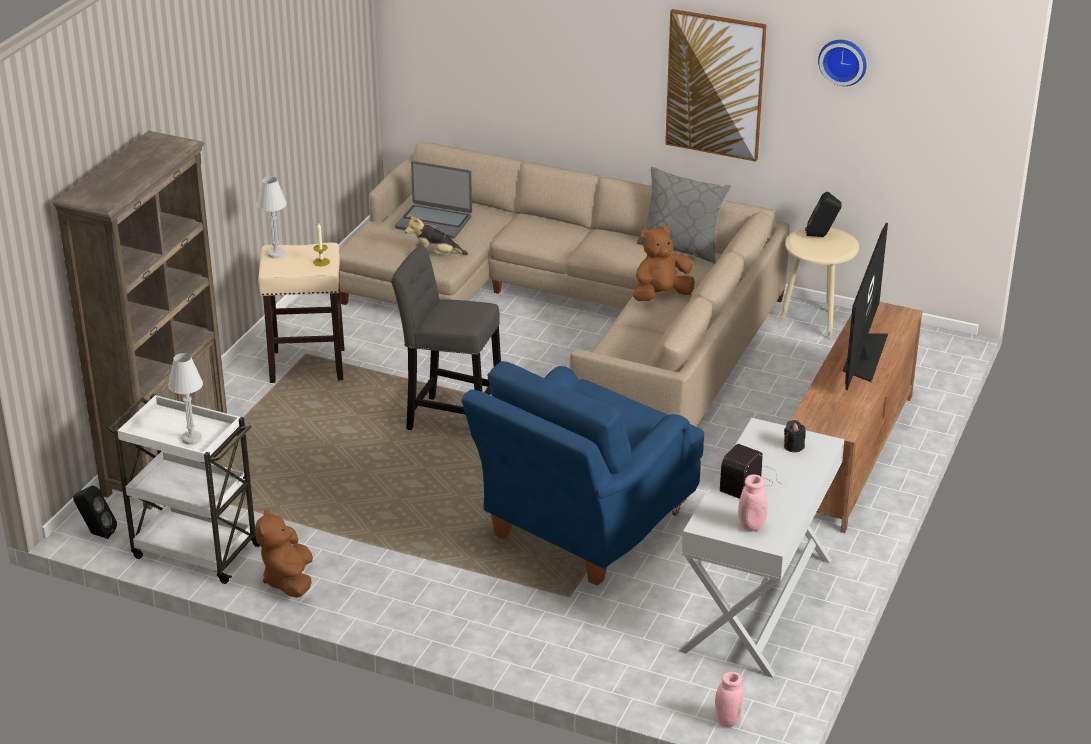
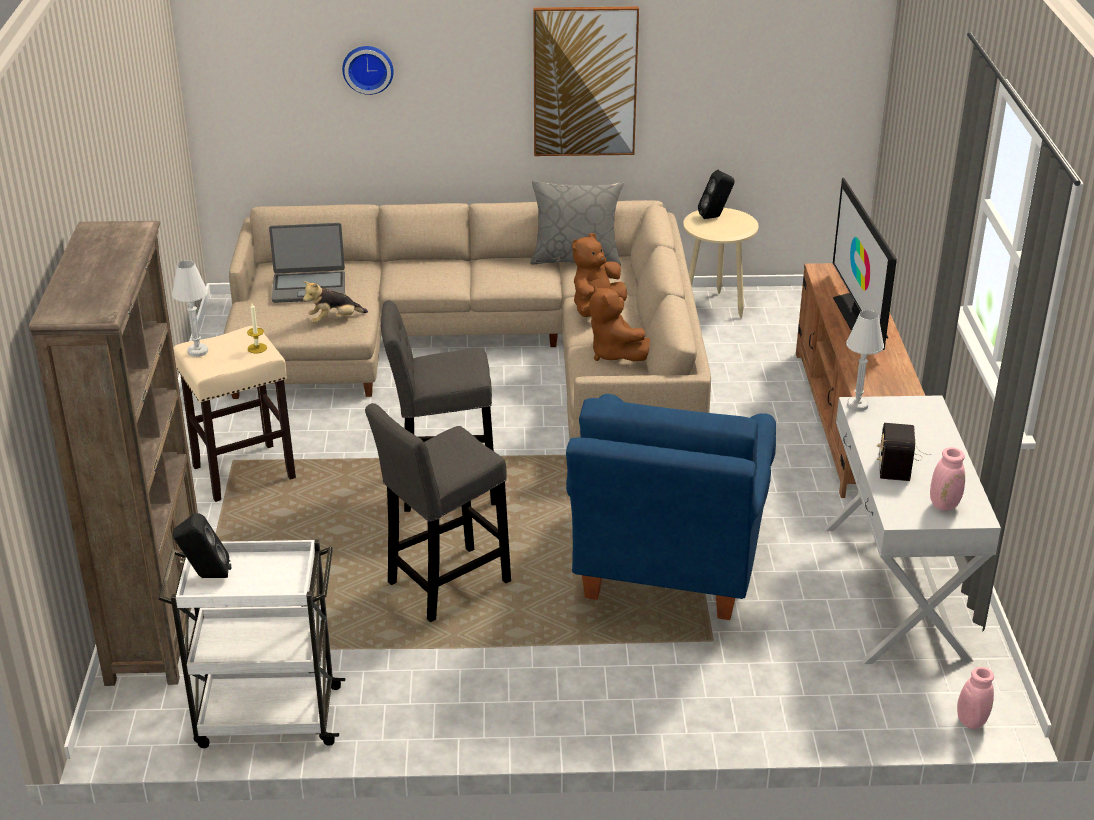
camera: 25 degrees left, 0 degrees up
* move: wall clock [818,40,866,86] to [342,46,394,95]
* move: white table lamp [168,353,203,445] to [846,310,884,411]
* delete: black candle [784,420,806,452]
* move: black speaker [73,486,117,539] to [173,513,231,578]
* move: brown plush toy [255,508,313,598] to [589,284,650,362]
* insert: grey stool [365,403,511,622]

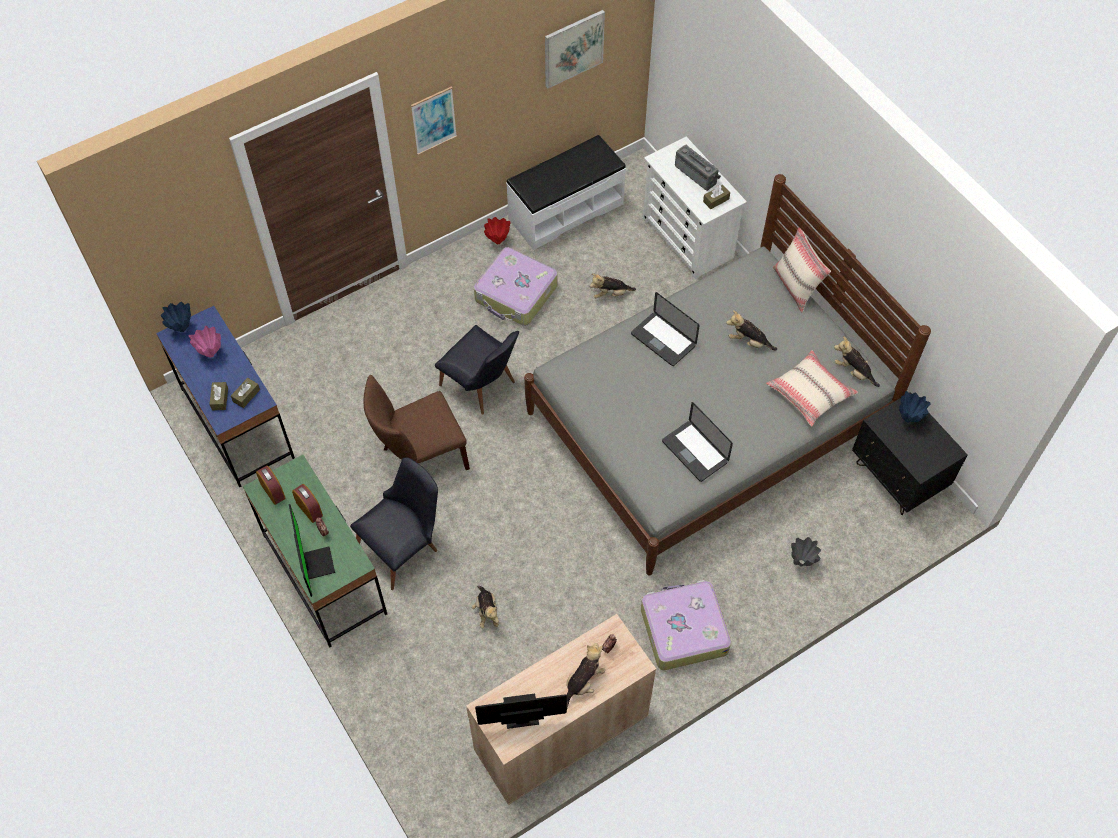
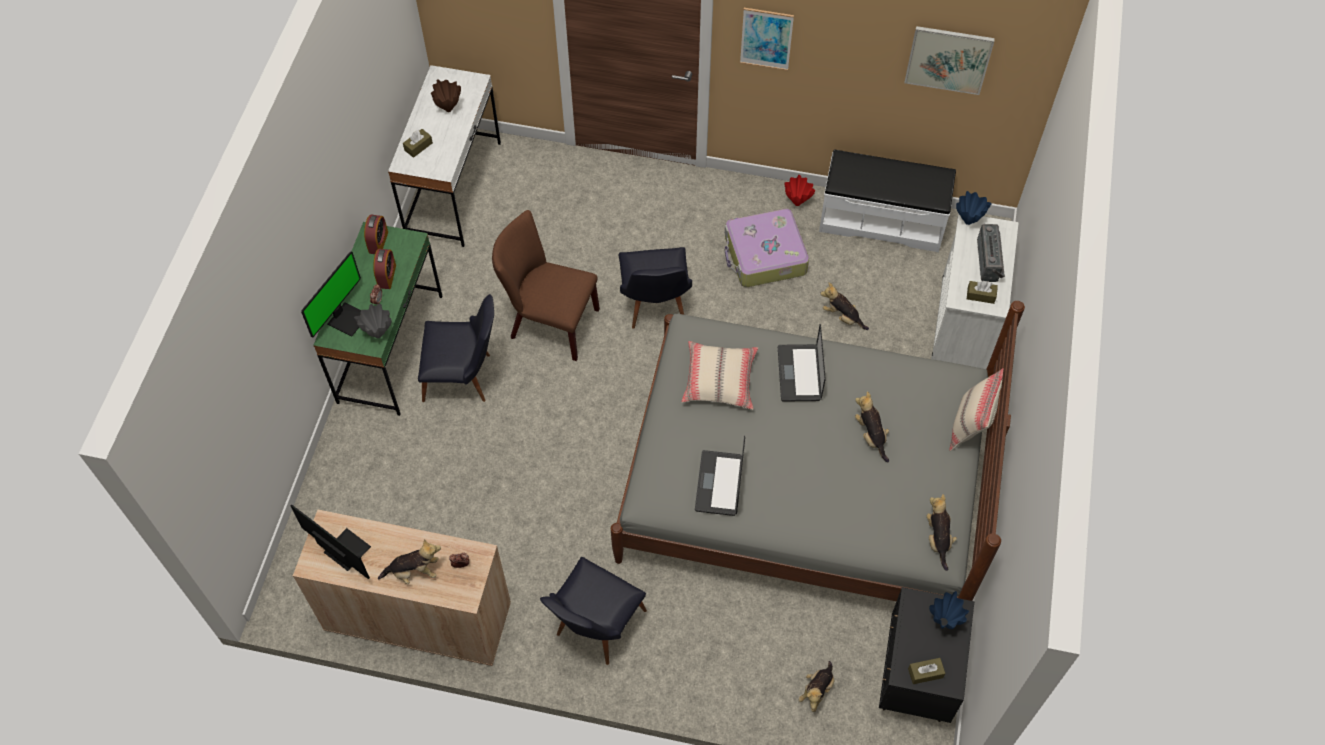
camera: 45 degrees right, 0 degrees up
* move: blue vase [161,302,191,332] to [956,191,992,225]
* recolor: blue desk [156,306,295,487] to white desk [388,65,501,247]
* recolor: pink vase [189,326,221,357] to brown vase [431,79,461,112]
* move: beige pillow [766,350,858,427] to [682,341,758,410]
* move: brown tissue box [231,378,260,408] to [908,658,945,684]
* move: grey vase [791,537,821,567] to [354,304,391,338]
* replace: suitcase [641,580,731,670] to black chair [540,557,647,665]
* move: plush toy [472,586,499,628] to [798,661,834,712]

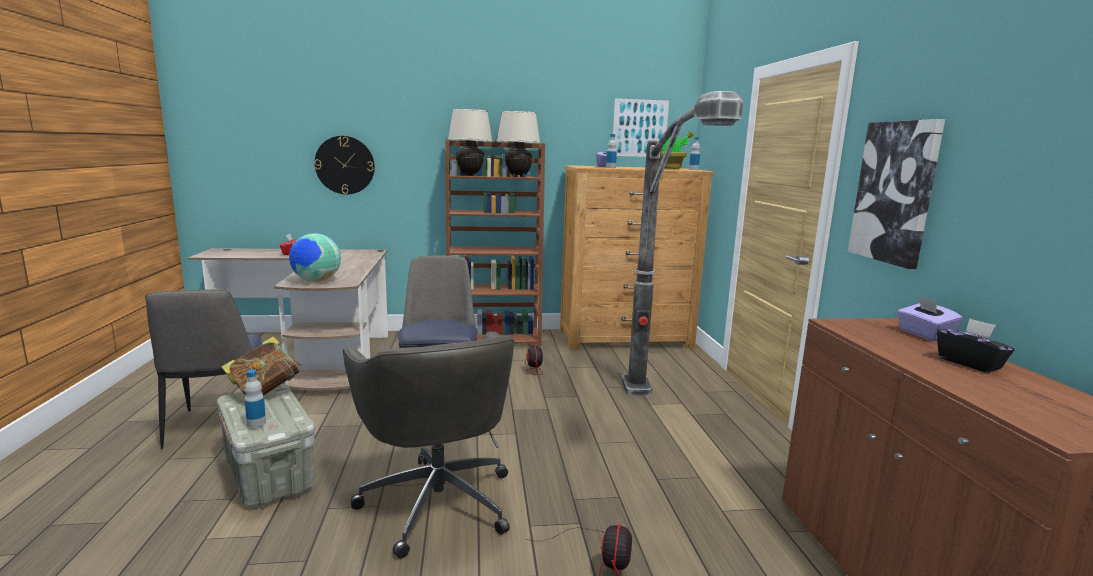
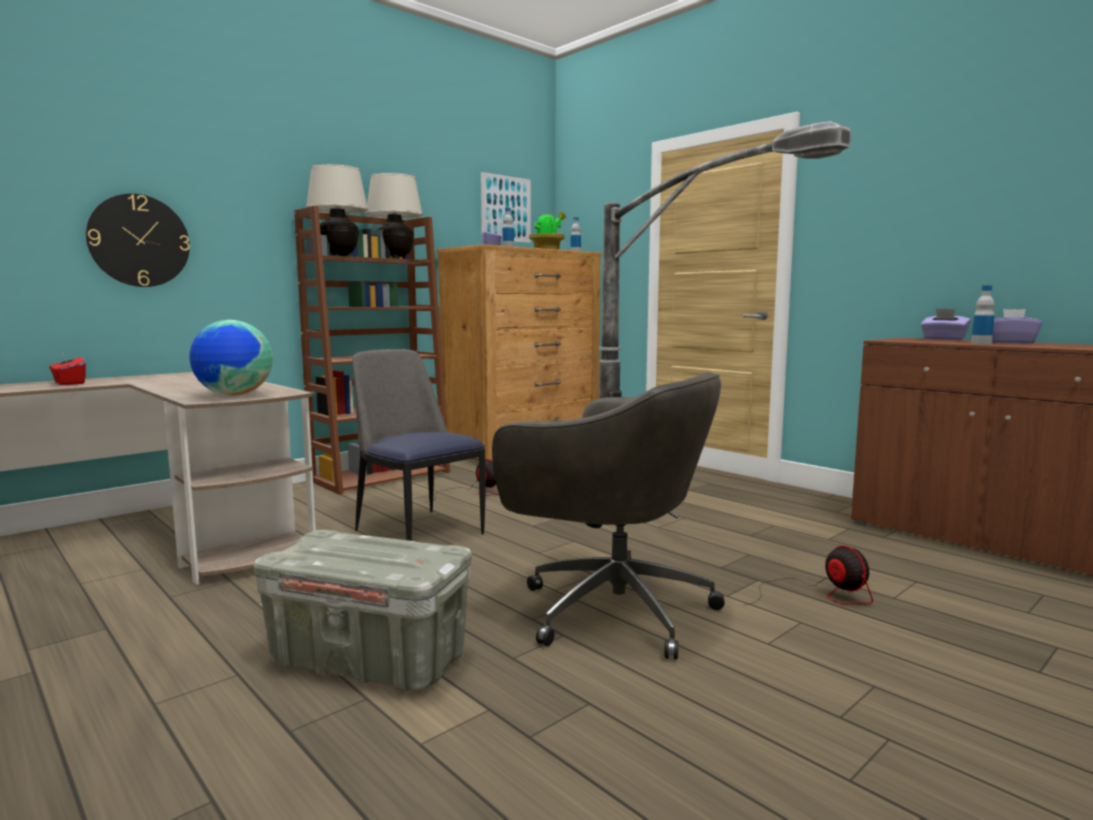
camera: 35 degrees left, 5 degrees down
* delete: picture [848,119,945,269]
* delete: chair [145,289,262,449]
* recolor: black tissue box [937,318,1015,373] to purple tissue box [992,309,1042,344]
* delete: book [222,336,302,396]
* move: bottle [244,369,266,428] to [971,285,995,345]

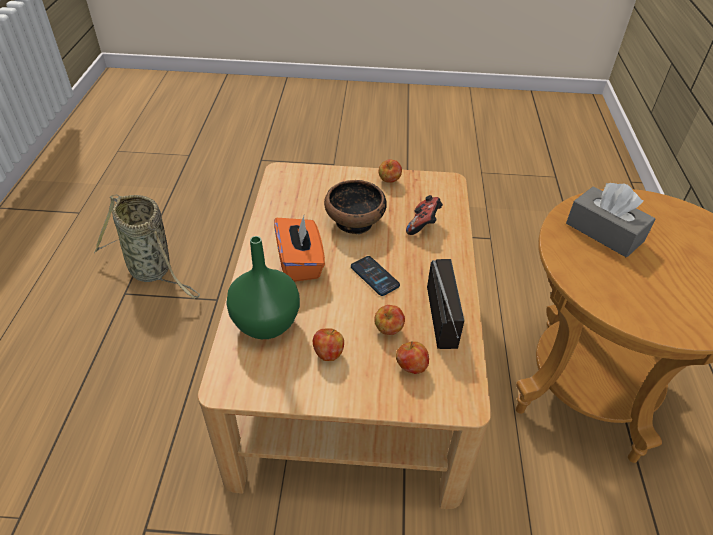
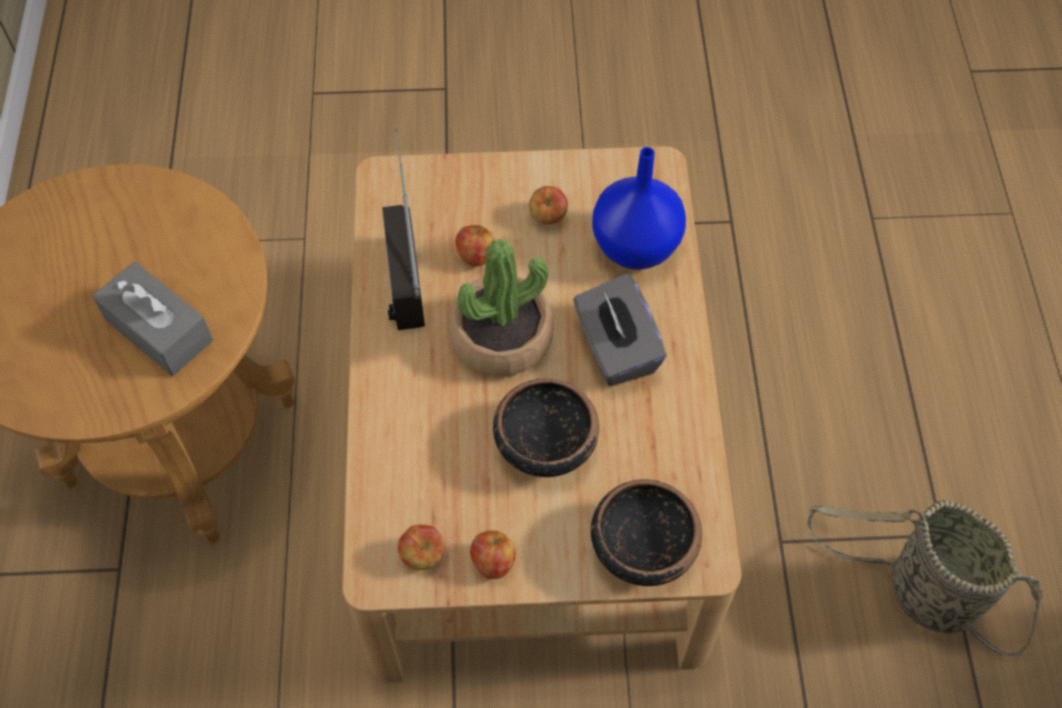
camera: 175 degrees right, 15 degrees up
* delete: game controller [406,195,443,235]
* recolor: orange tissue box [274,216,325,282] to grey tissue box [573,274,667,386]
* recolor: green vase [226,236,300,339] to blue vase [592,147,686,270]
* replace: phone [351,256,400,296] to potted plant [448,239,554,376]
* move: apple [396,341,429,374] to [398,525,445,570]
* insert: bowl [591,479,702,586]

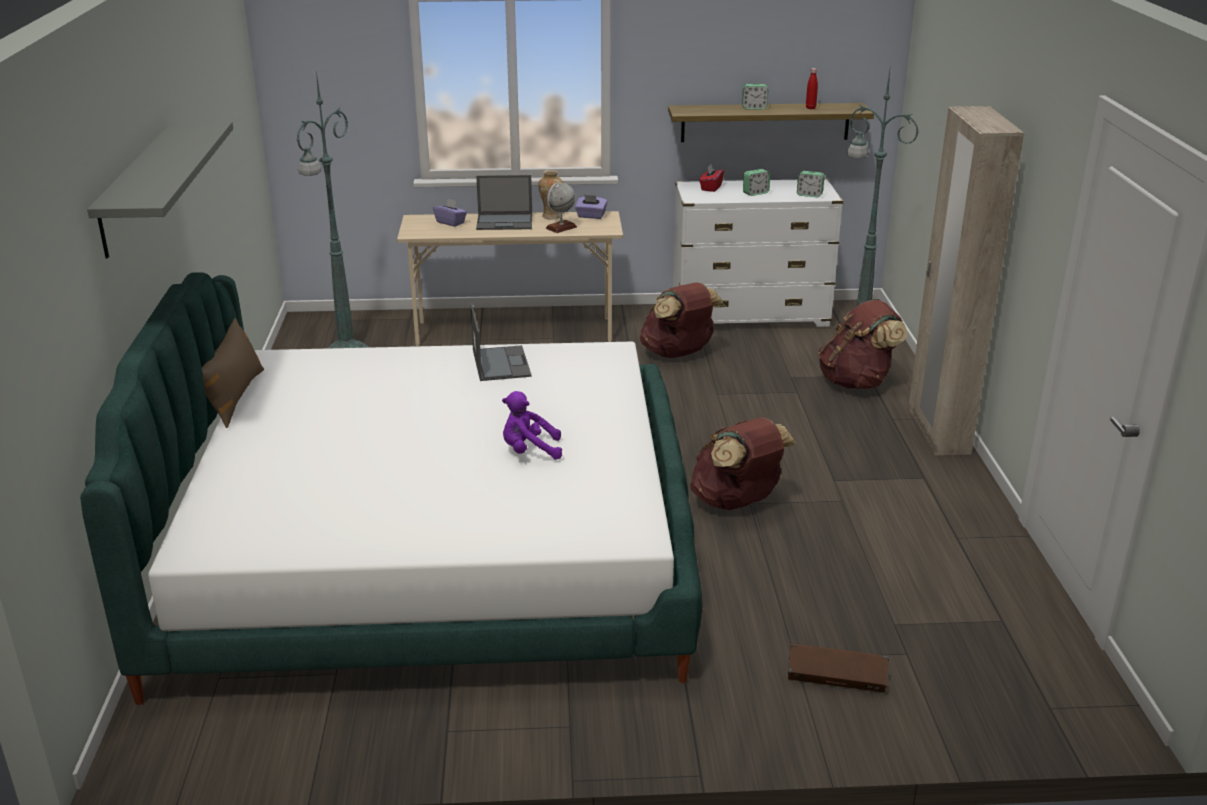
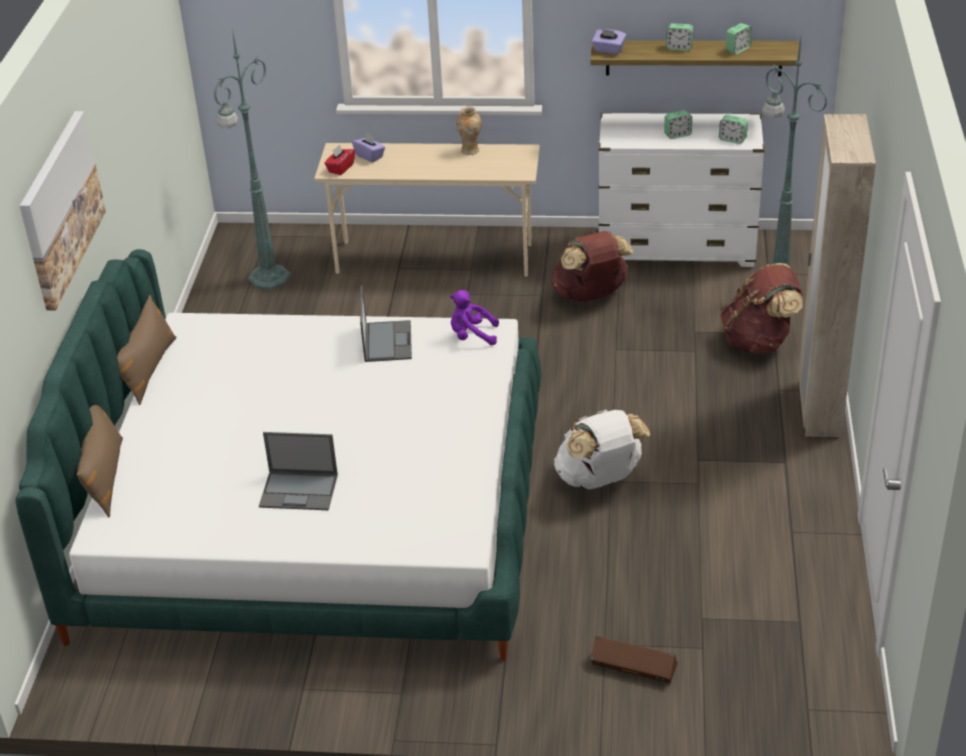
camera: 10 degrees right, 10 degrees up
* replace: red bottle [806,68,818,109] to alarm clock [726,23,752,54]
* replace: grey shelf [87,121,233,259] to picture [20,111,106,310]
* move: red tissue box [699,164,724,192] to [324,145,355,175]
* move: laptop [476,175,532,230] to [259,432,338,510]
* delete: globe [546,183,577,233]
* move: purple tissue box [575,195,607,219] to [592,29,626,54]
* move: purple plush toy [502,391,562,460] to [450,290,499,345]
* recolor: brown backpack [690,417,797,510] to white backpack [554,410,650,489]
* insert: brown pillow [77,405,123,517]

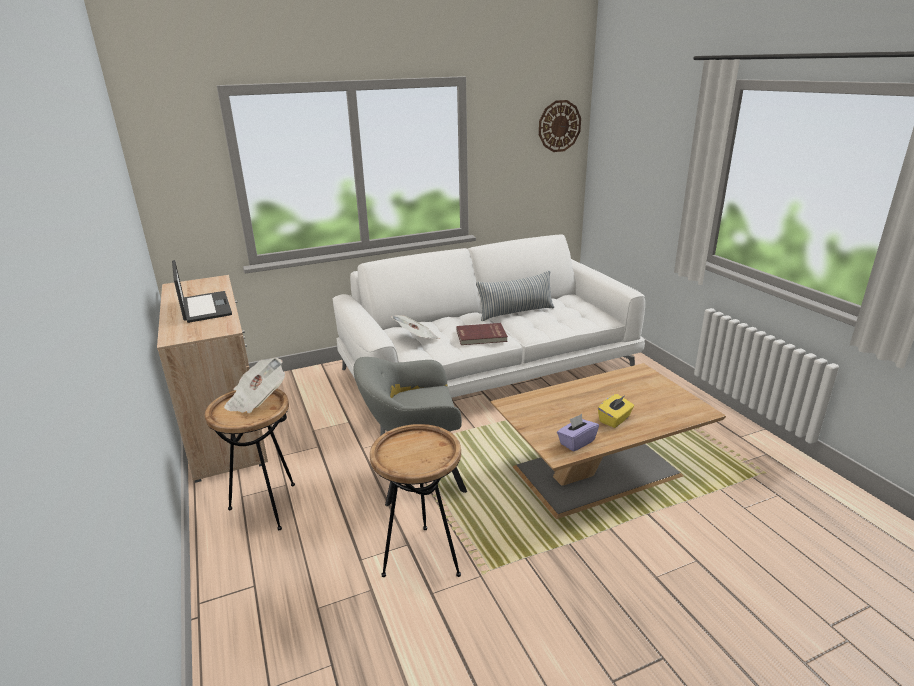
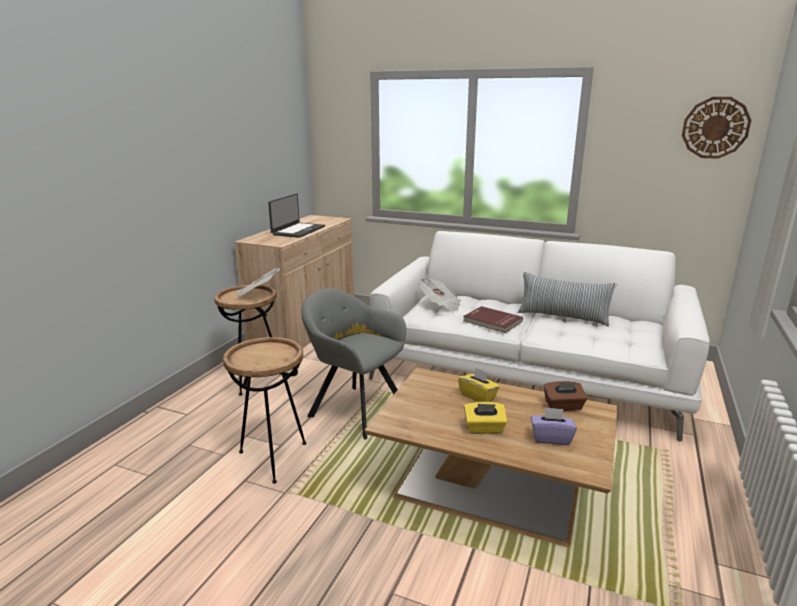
camera: 45 degrees right, 5 degrees down
* move: purple tissue box [557,414,599,452] to [531,407,577,445]
* insert: yellow tissue box [458,368,500,402]
* insert: brown tissue box [544,381,587,411]

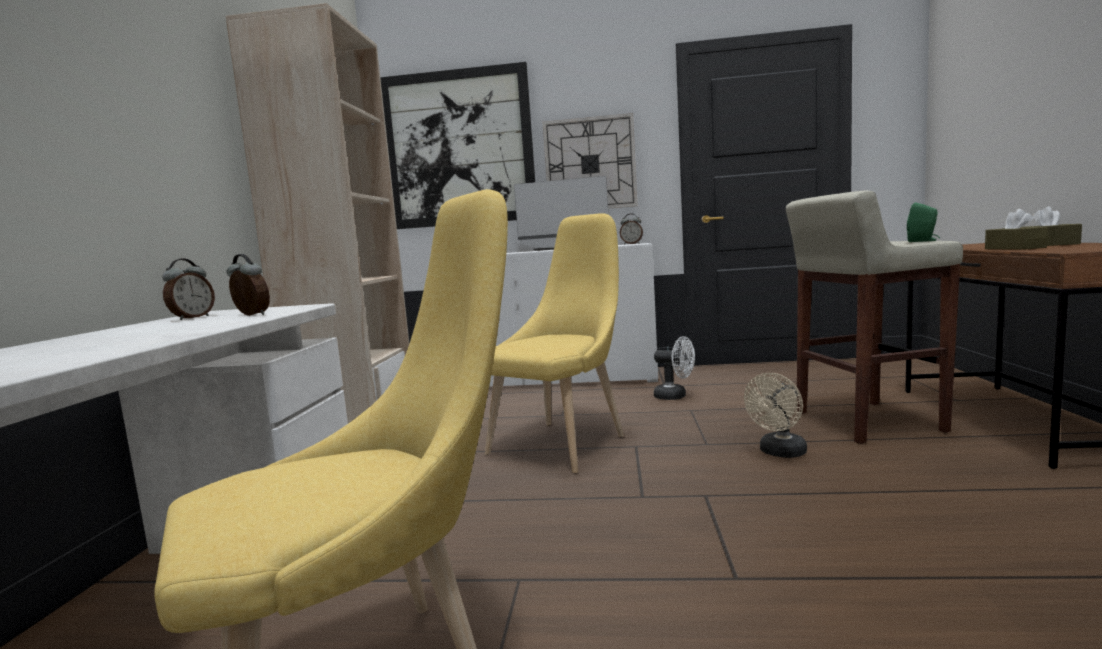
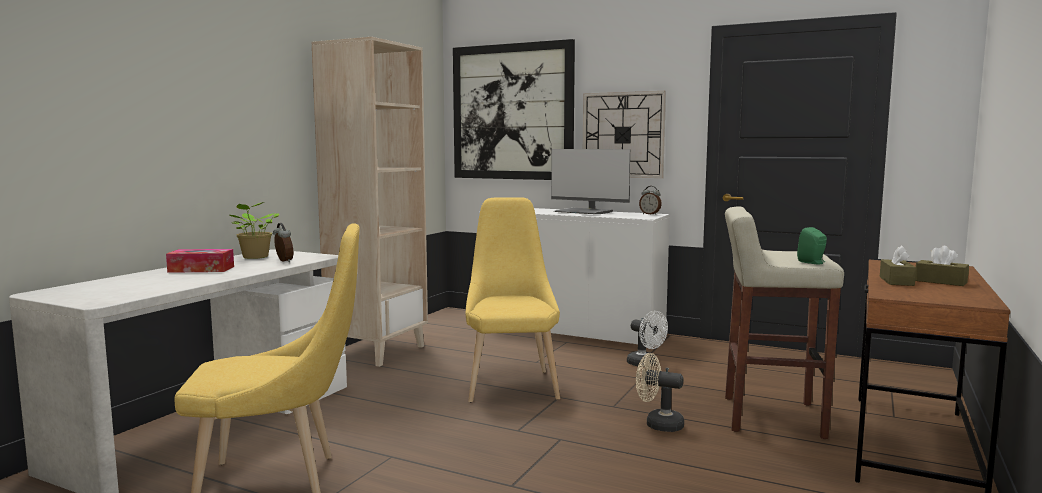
camera: 20 degrees right, 0 degrees up
* rotate: yellow chair [485,213,624,474] = [466,197,560,402] 60 degrees counterclockwise
* replace: alarm clock [162,258,215,320] to potted plant [229,202,279,259]
* rotate: beige fan [744,373,807,458] = [636,353,684,432] 45 degrees clockwise
* insert: tissue box [166,249,234,273]

